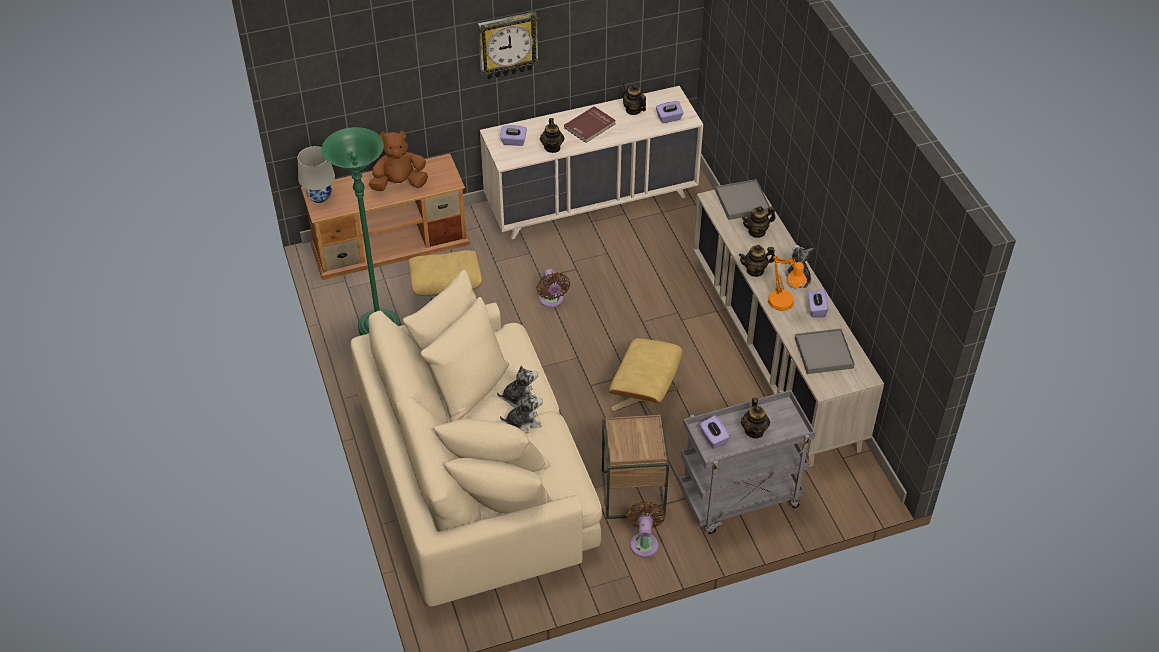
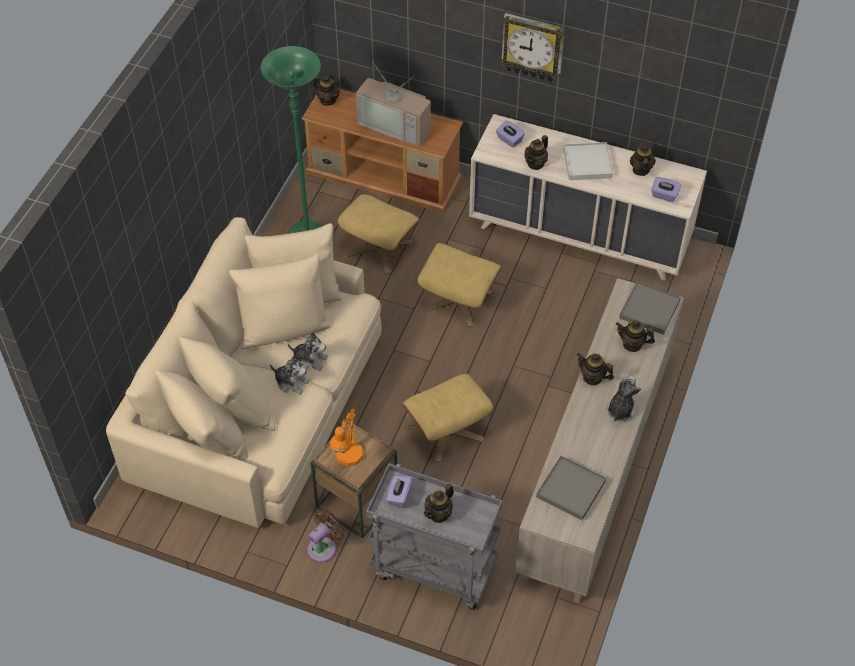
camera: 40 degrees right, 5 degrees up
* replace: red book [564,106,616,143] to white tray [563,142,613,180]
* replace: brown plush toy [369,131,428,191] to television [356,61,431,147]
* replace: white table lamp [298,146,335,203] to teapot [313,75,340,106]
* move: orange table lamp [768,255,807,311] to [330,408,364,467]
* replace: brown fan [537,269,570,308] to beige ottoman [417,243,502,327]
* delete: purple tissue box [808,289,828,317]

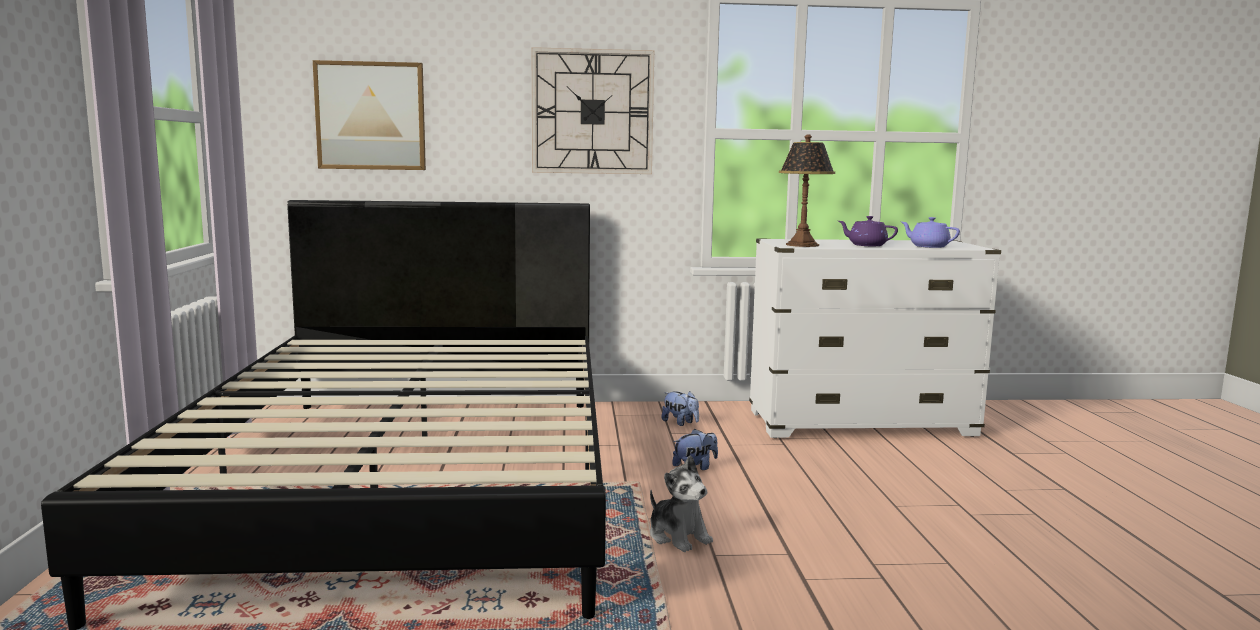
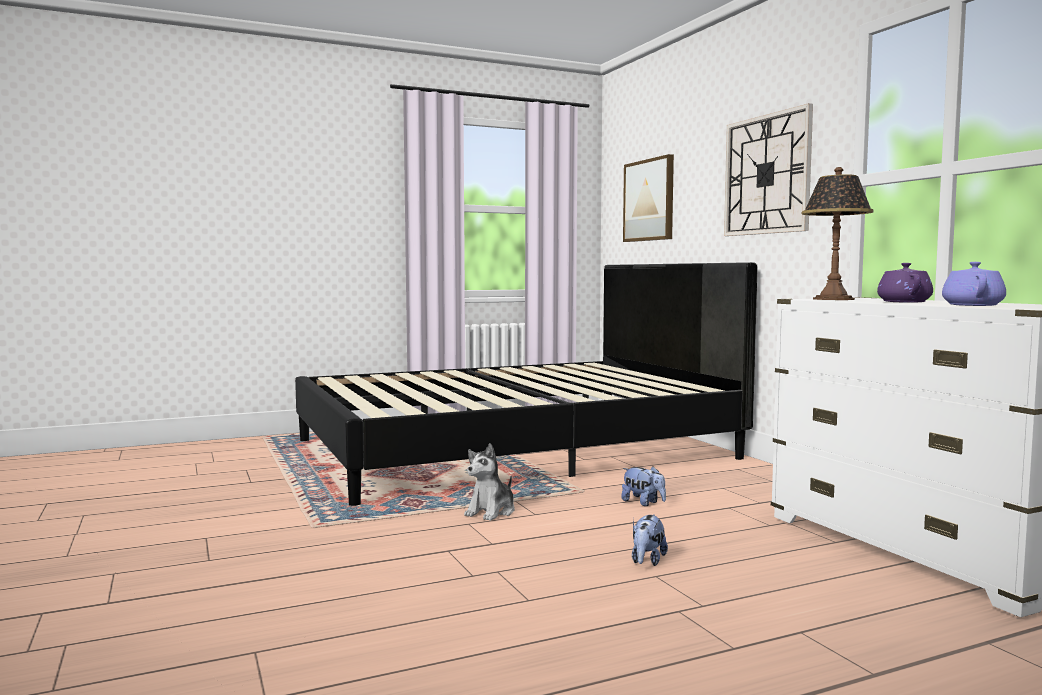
camera: 70 degrees right, 5 degrees down
* move: plush toy [662,391,699,426] to [632,514,668,566]

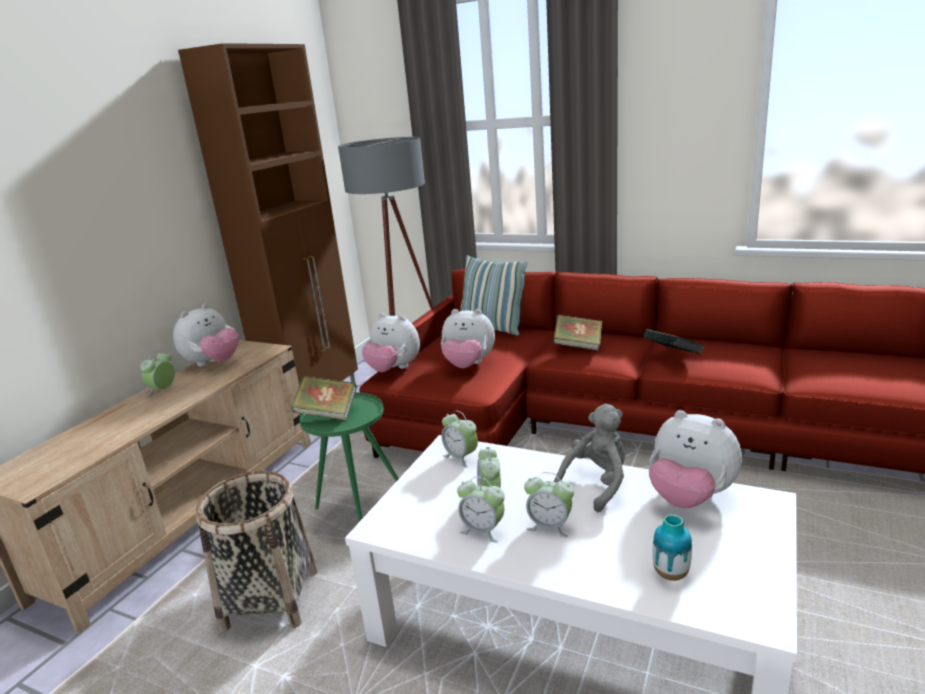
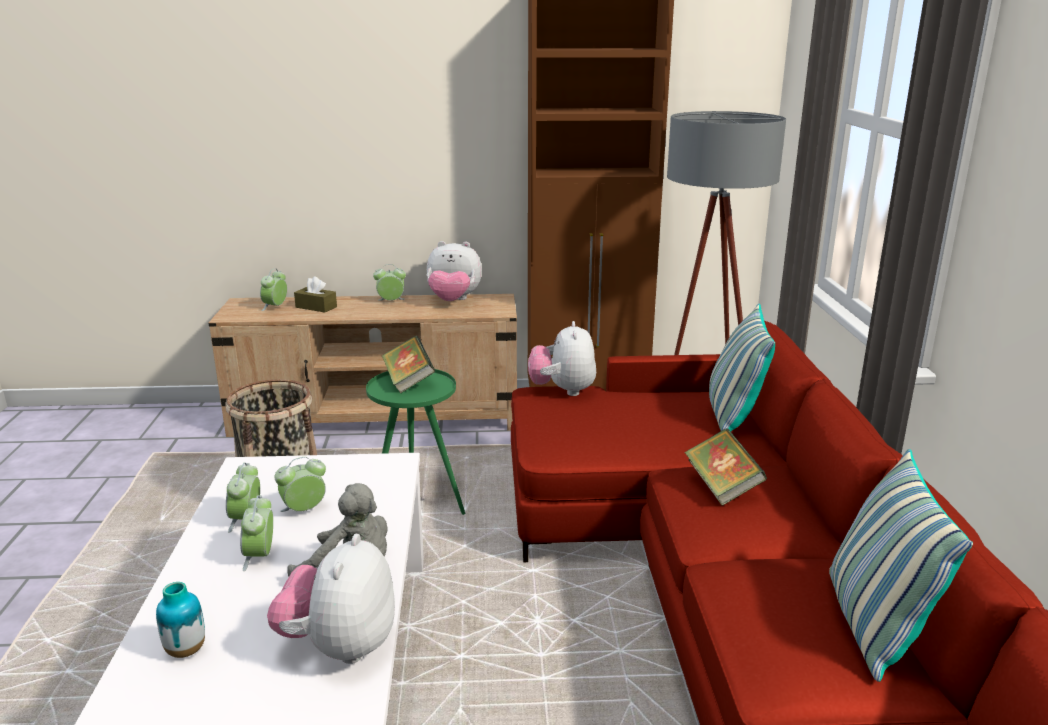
camera: 60 degrees right, 0 degrees up
* delete: plush toy [441,309,495,368]
* delete: book [644,329,704,355]
* move: alarm clock [441,411,478,467] to [260,268,287,311]
* insert: brown tissue box [294,276,337,312]
* insert: pillow [829,449,973,682]

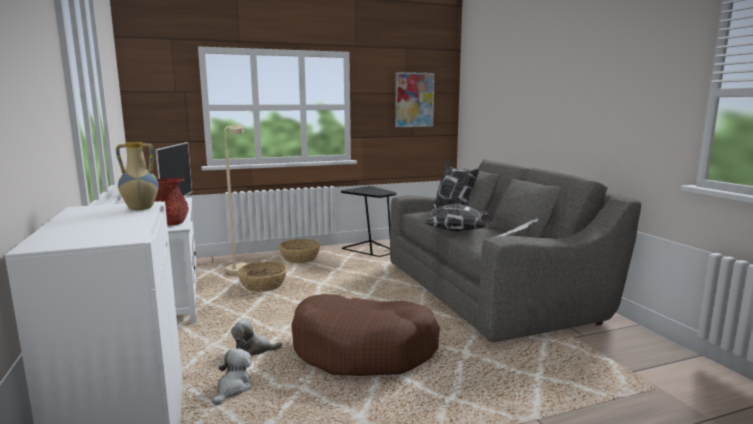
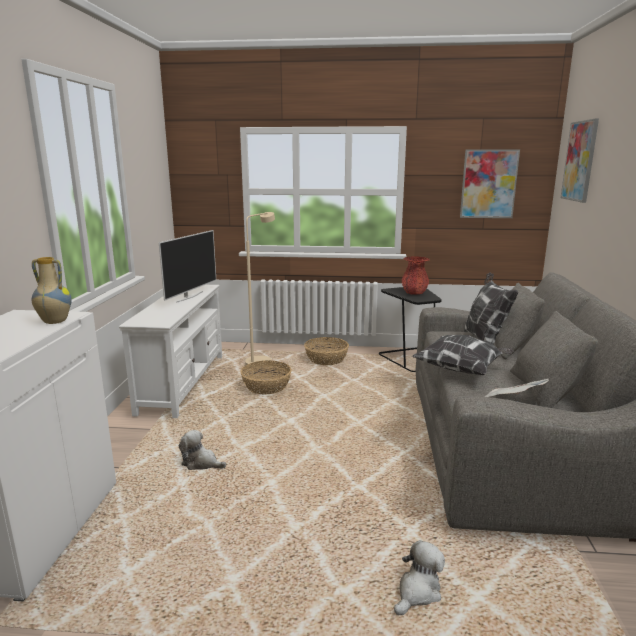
camera: 25 degrees right, 5 degrees up
* move: red vase [154,178,188,226] to [402,256,430,295]
* delete: brown dog bed [291,294,440,376]
* move: plush toy [212,348,252,405] to [394,540,445,615]
* insert: picture [561,118,599,203]

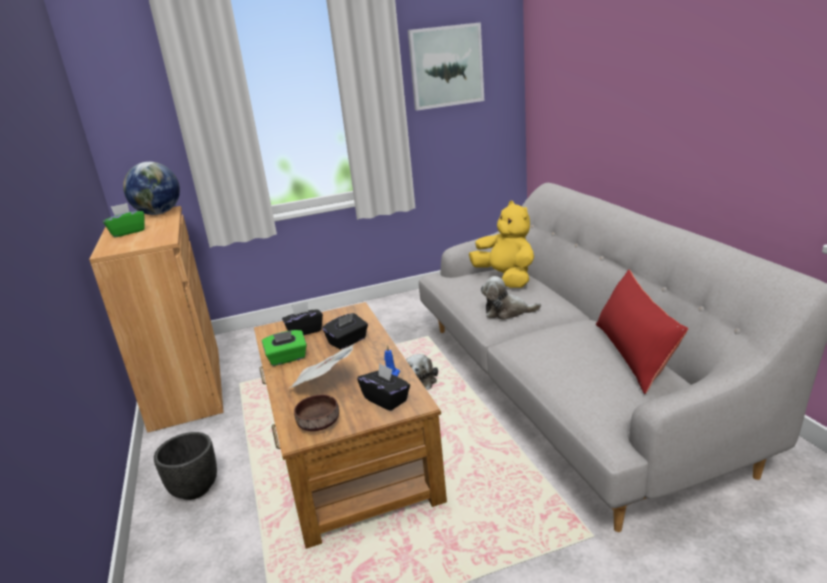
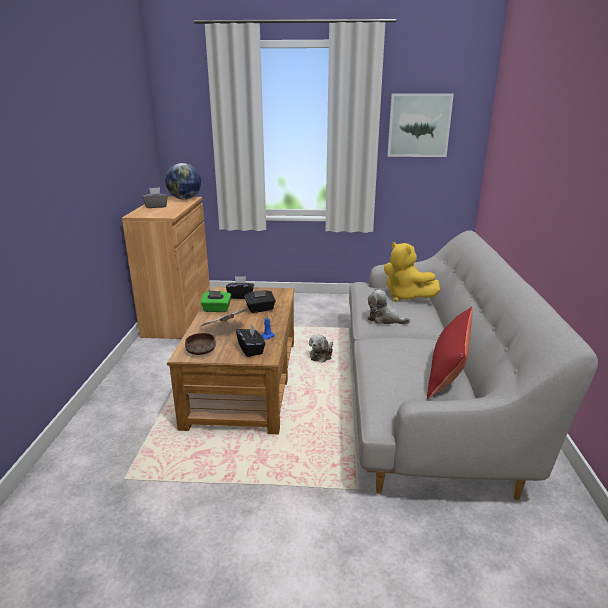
camera: 20 degrees right, 0 degrees up
* rotate: yellow plush toy [469,201,534,288] = [384,242,440,302] 150 degrees clockwise
* recolor: green tissue box [103,203,145,237] to grey tissue box [142,187,168,208]
* delete: black planter [154,432,217,500]

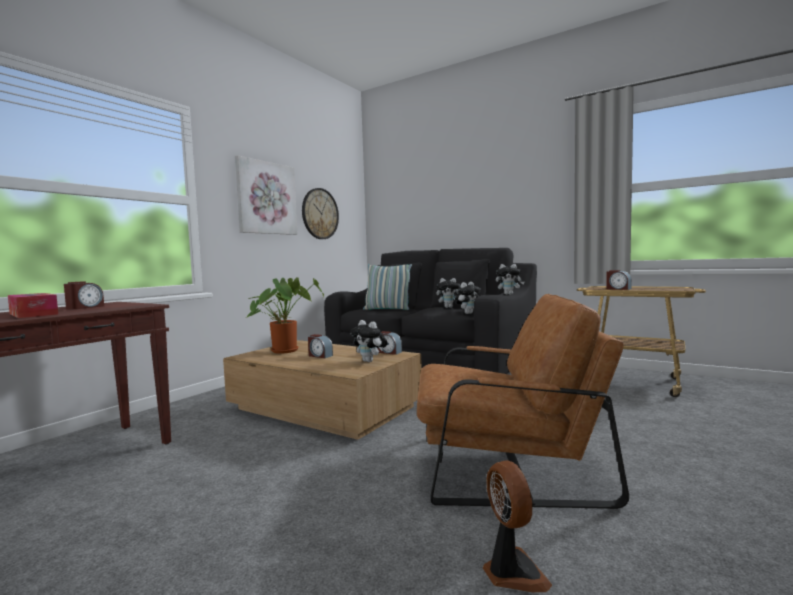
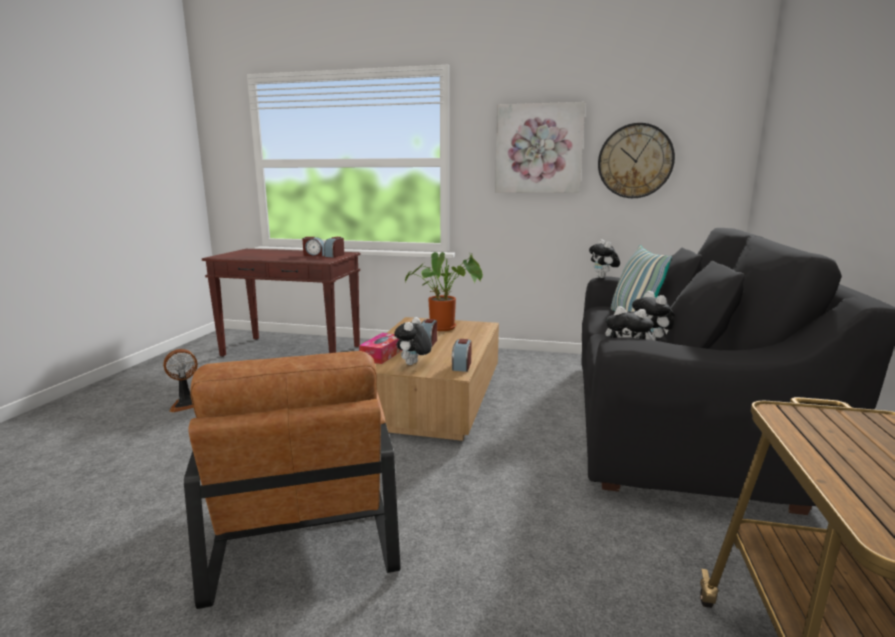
camera: 70 degrees right, 10 degrees up
* move: plush toy [496,264,524,295] to [589,239,620,278]
* move: alarm clock [606,270,632,290] to [324,237,345,257]
* move: tissue box [8,293,58,318] to [359,333,403,364]
* move: fan [483,461,552,592] to [163,349,198,413]

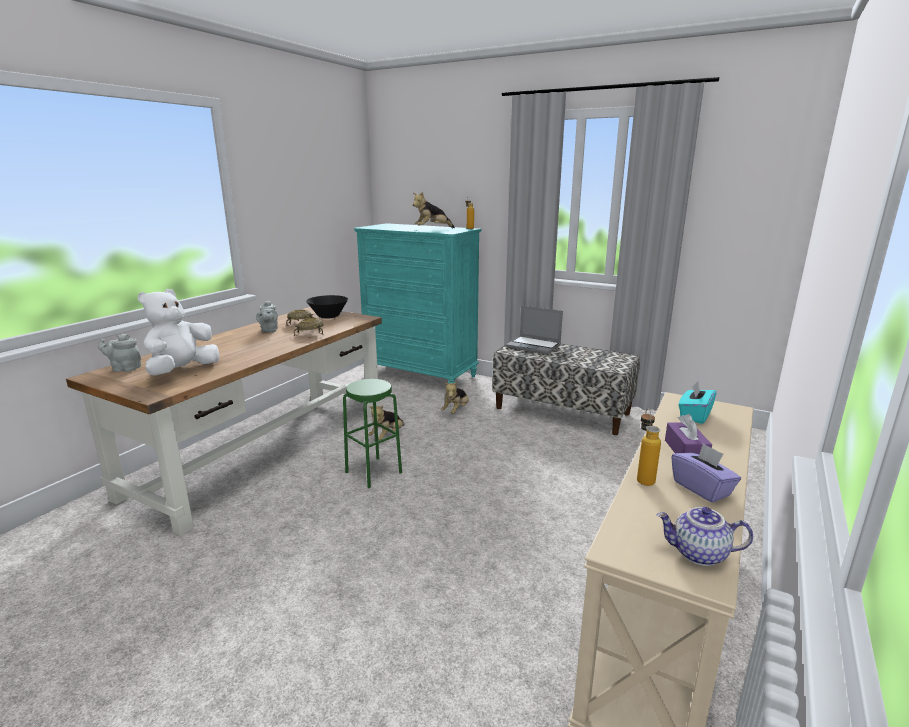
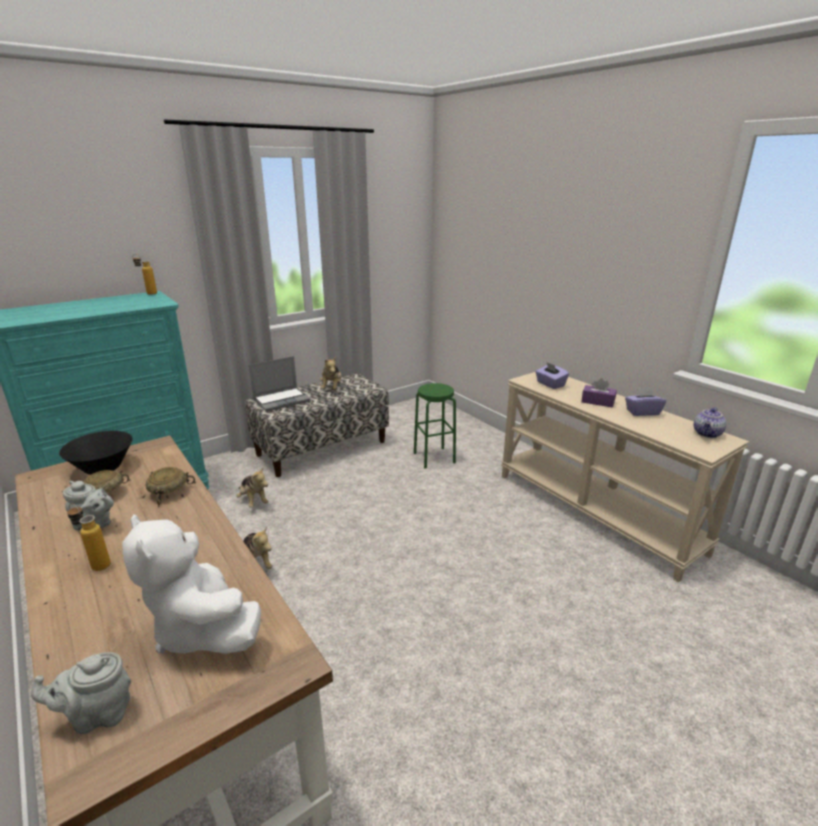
camera: 65 degrees left, 5 degrees up
* move: plush toy [413,192,455,228] to [320,357,342,390]
* rotate: grey teapot [98,334,141,372] = [31,652,131,734] 45 degrees clockwise
* move: green stool [343,379,402,488] to [414,383,456,469]
* recolor: turquoise tissue box [679,381,717,424] to purple tissue box [536,362,569,389]
* move: bottle [637,408,661,486] to [67,503,111,571]

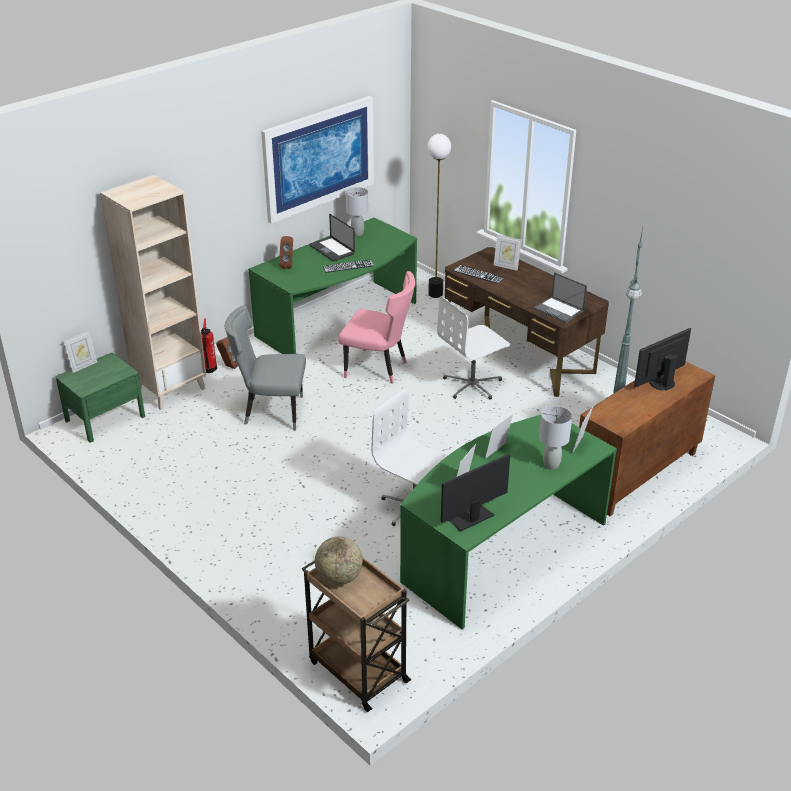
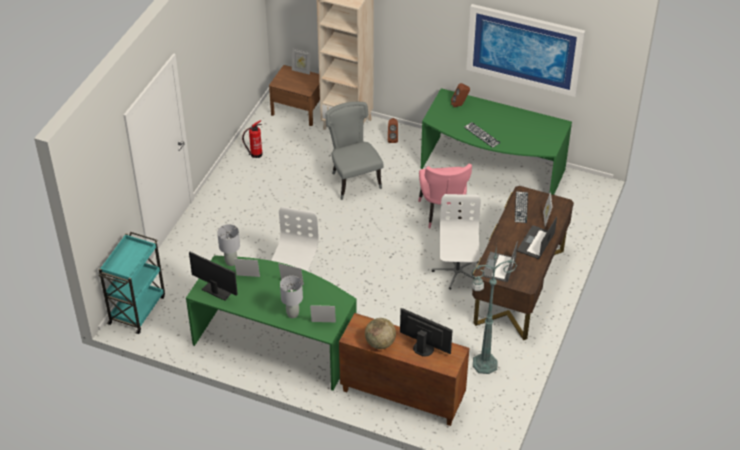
camera: 65 degrees right, 10 degrees up
* delete: floor lamp [427,134,451,298]
* move: grey table lamp [346,187,368,236] to [217,224,240,266]
* move: laptop [310,214,355,261] to [517,217,557,259]
* rotate: white office chair [437,296,510,400] = [432,194,481,290] 60 degrees clockwise
* move: fire extinguisher [201,318,217,373] to [242,120,262,158]
* recolor: green nightstand [56,353,145,442] to brown nightstand [269,65,320,126]
* move: globe [315,537,363,585] to [365,318,396,349]
* recolor: brown cart [302,557,411,712] to turquoise cart [98,232,165,334]

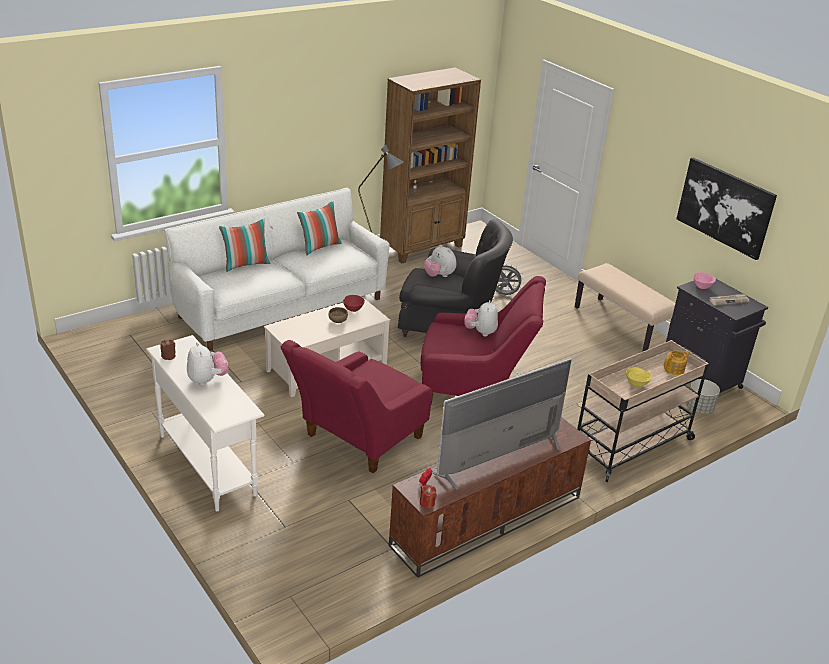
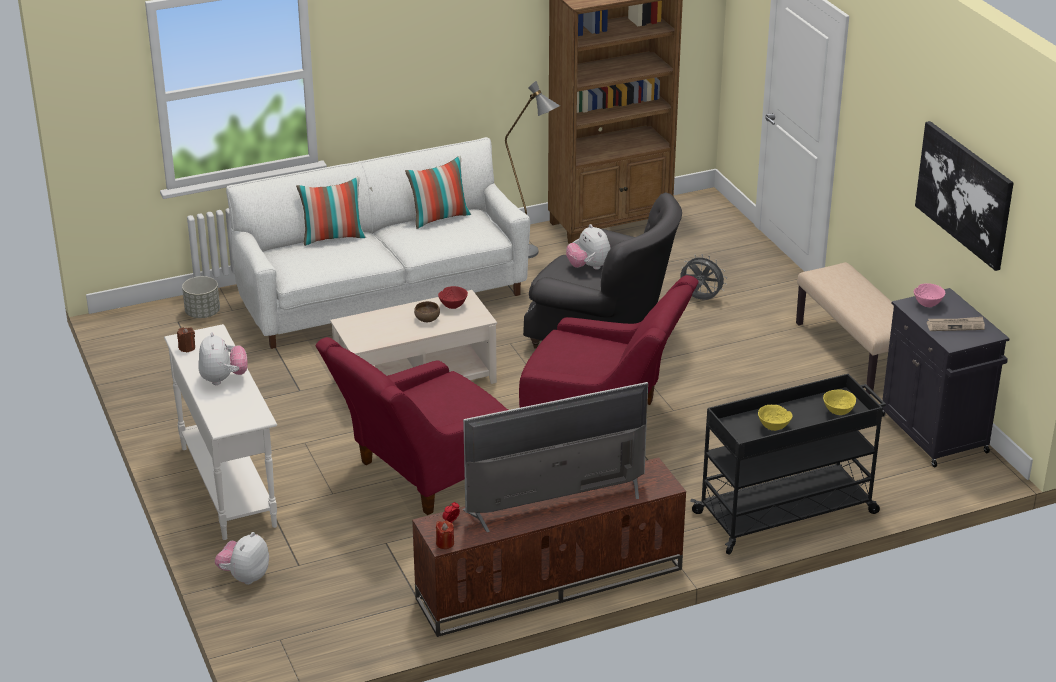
camera: 15 degrees right, 0 degrees up
* move: plush toy [464,300,498,336] to [215,532,269,585]
* recolor: beige cart [577,340,709,482] to black cart [690,374,886,555]
* replace: teapot [664,350,690,375] to yellow bowl [823,389,856,415]
* move: grey planter [686,379,720,414] to [182,276,220,318]

